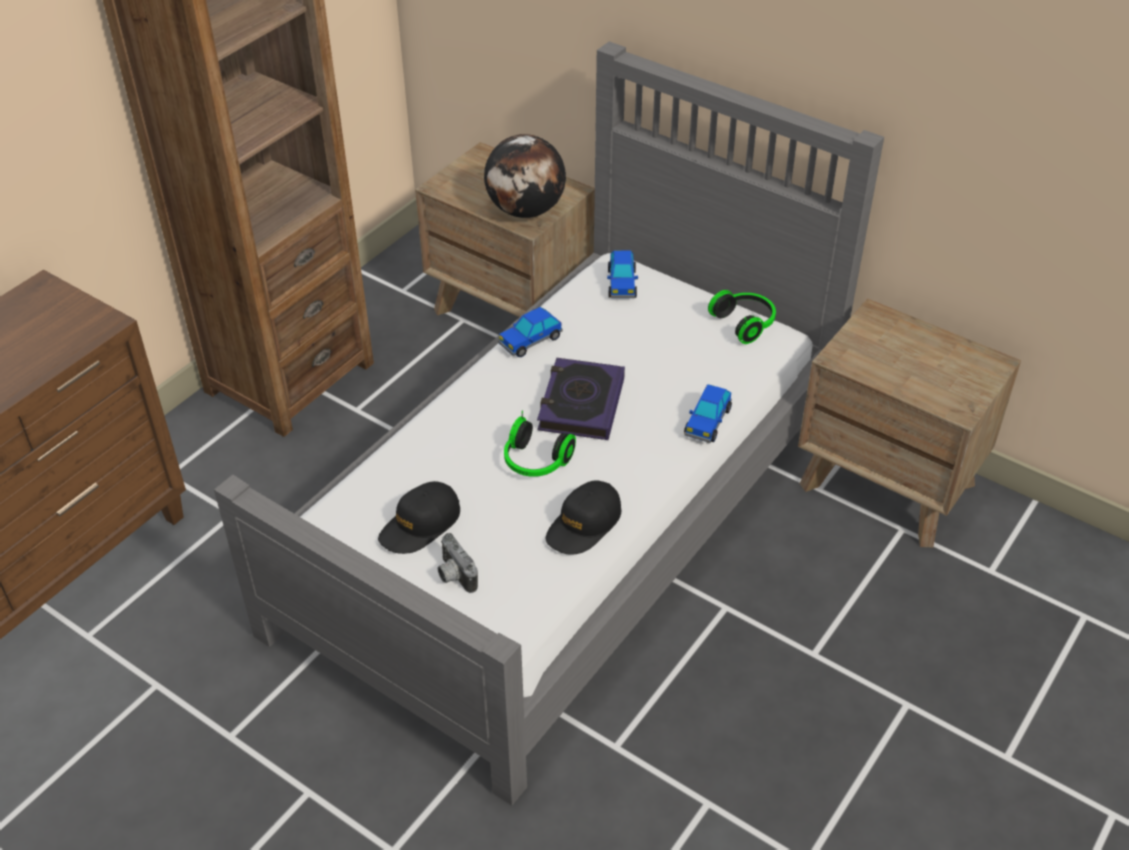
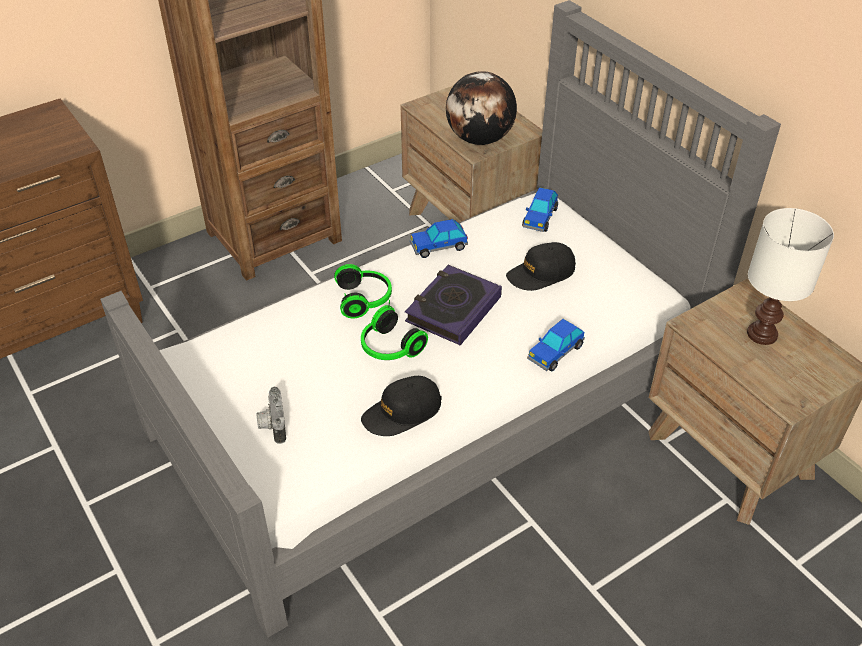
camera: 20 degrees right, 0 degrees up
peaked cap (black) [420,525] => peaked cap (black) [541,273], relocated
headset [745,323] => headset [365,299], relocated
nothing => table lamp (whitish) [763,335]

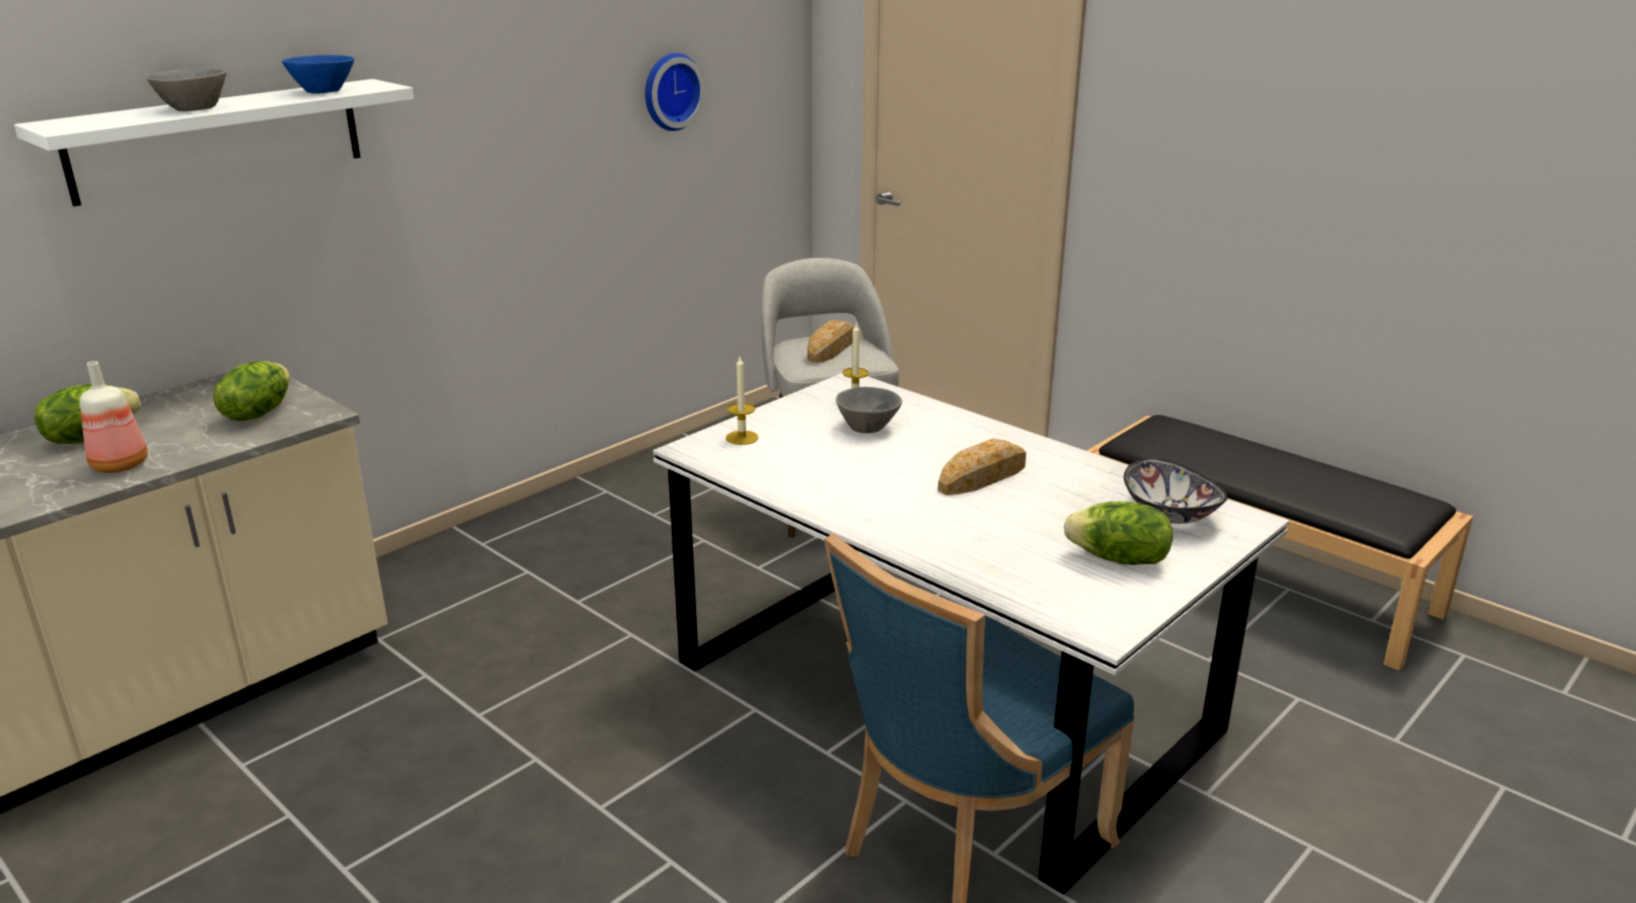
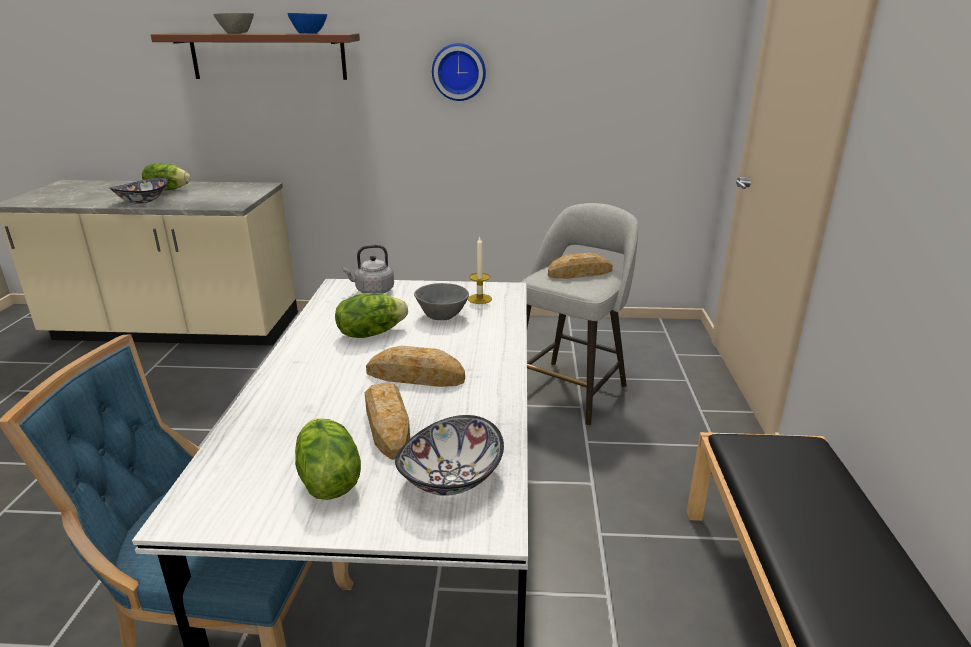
camera: 50 degrees right, 0 degrees up
bracket shelf (whitish) [218,140] => bracket shelf (brown) [268,56]
beverage bottle [119,465] => bowl [143,201]
lettuce head [257,413] => lettuce head [370,333], relocated
wall clock [670,91] => wall clock [459,72], relocated
candle [742,438] => tea kettle (gray) [372,291]
nothing => bread [387,425]

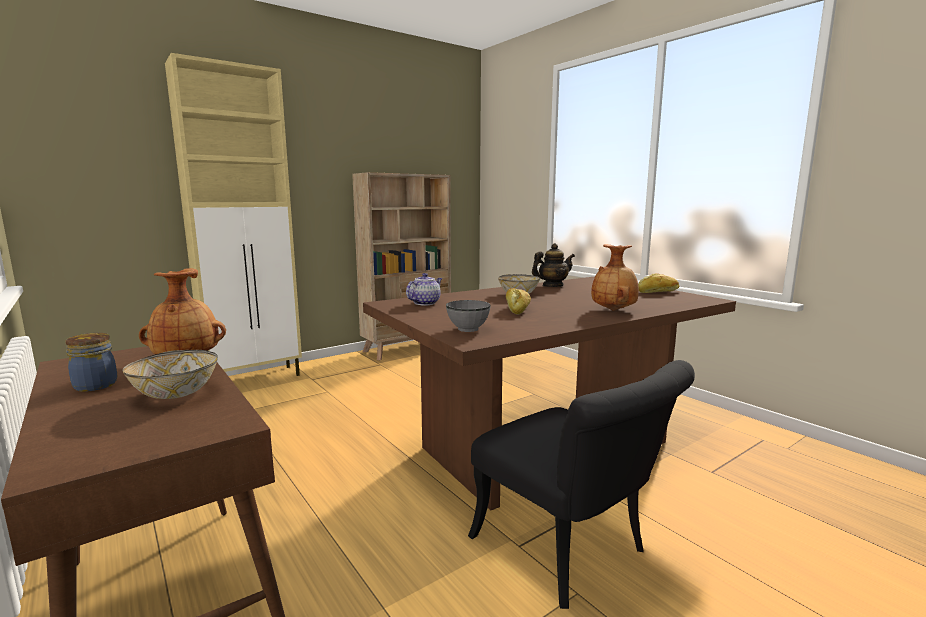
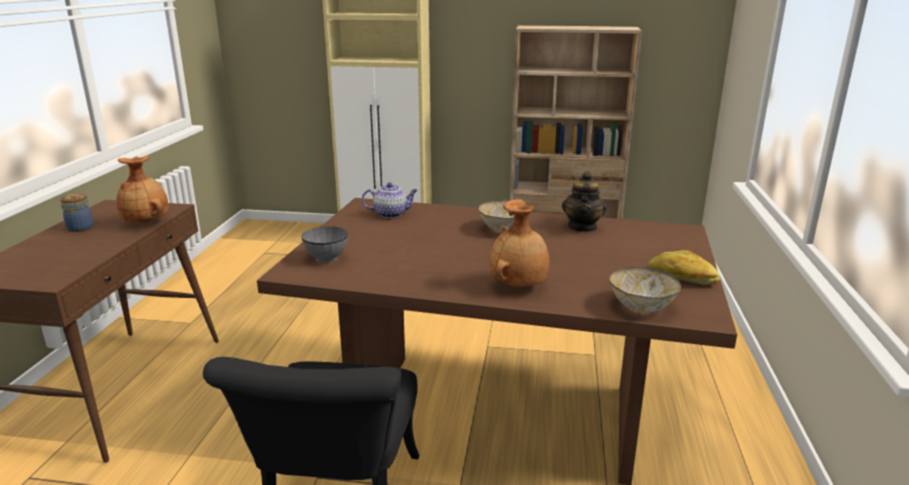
camera: 45 degrees right, 10 degrees up
bowl [177,393] => bowl [642,306], relocated
bread [518,309] => nothing
teapot [552,286] => teapot [582,227], 75 degrees clockwise

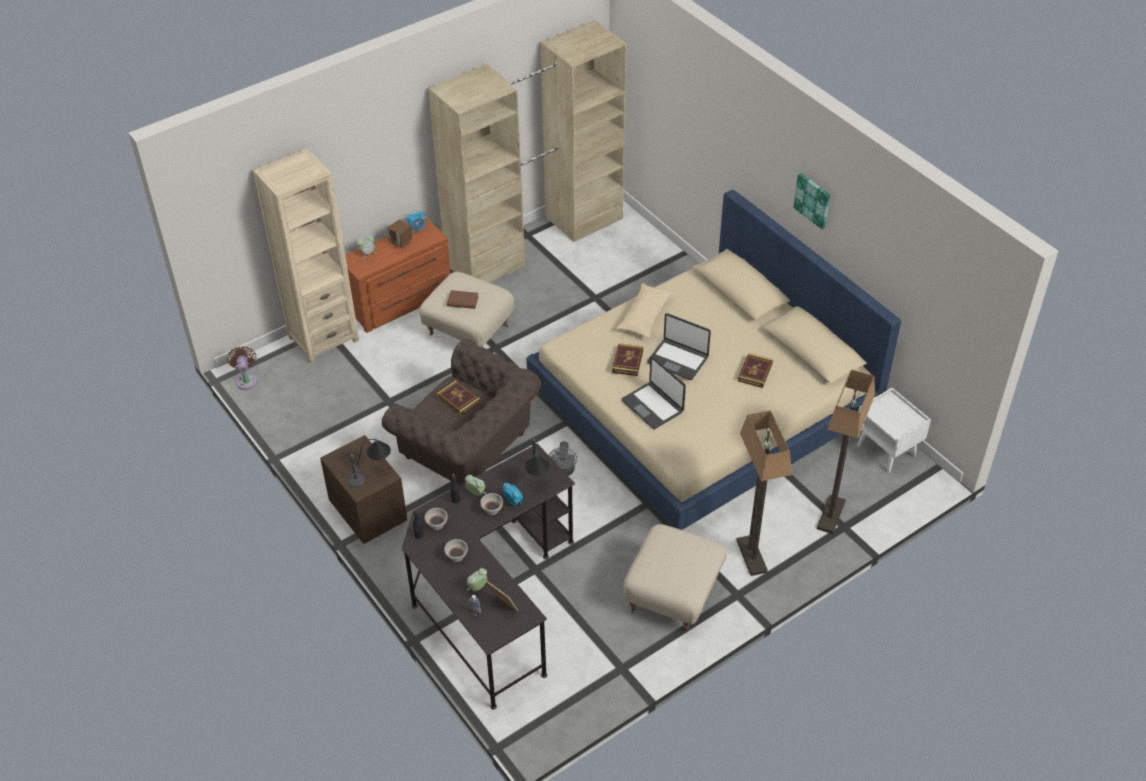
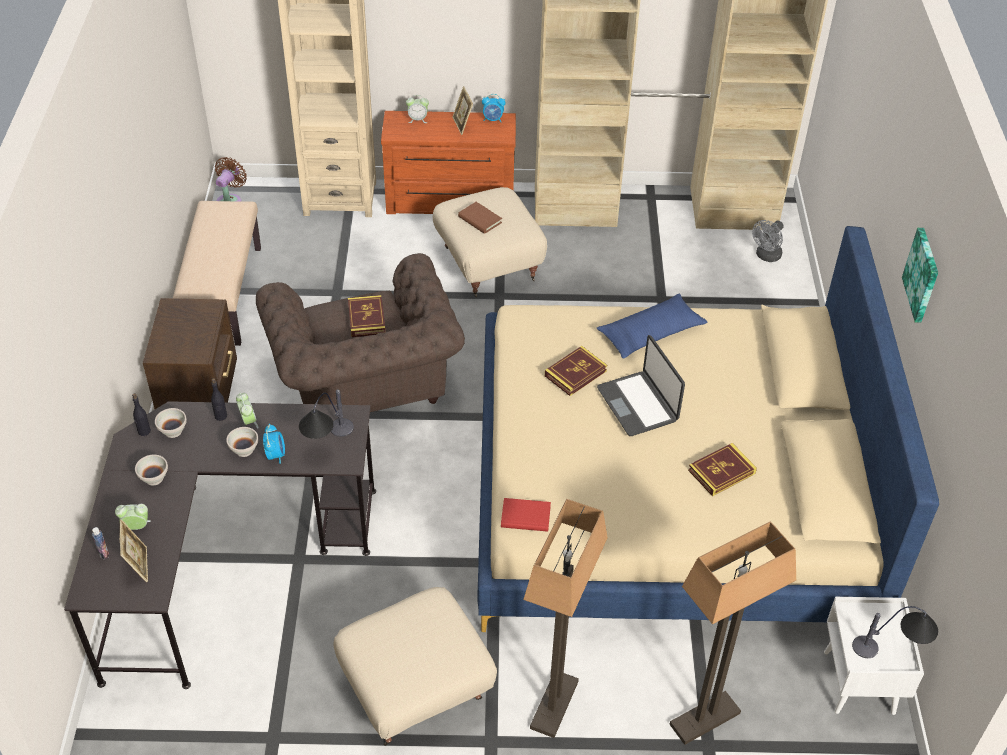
camera: 35 degrees right, 0 degrees up
table lamp [372,474] => table lamp [892,650], relocated
loudspeaker (brown) [401,242] => photo frame [462,125]
electric fan (gray) [563,471] => electric fan (gray) [766,256], relocated
cushion (sand-coloured) [644,316] => cushion (blue-coloured) [650,334]
portable computer [653,406] => nothing
nothing => bench (sand-coloured) [223,294]
nothing => volume (red-coloured) [525,517]

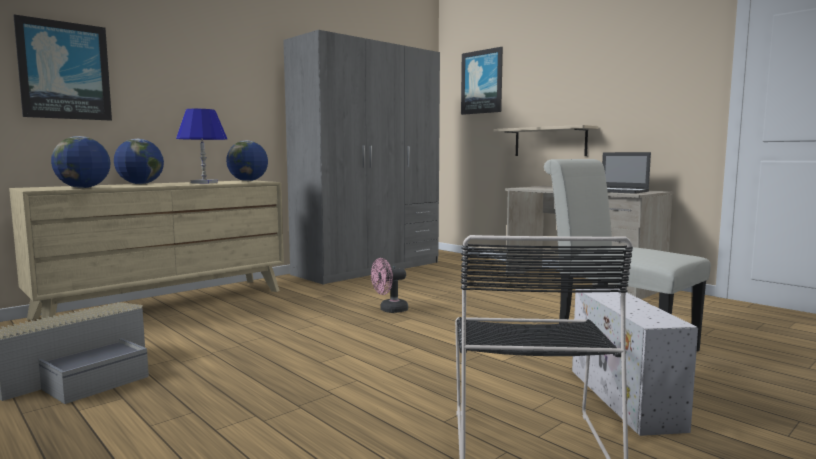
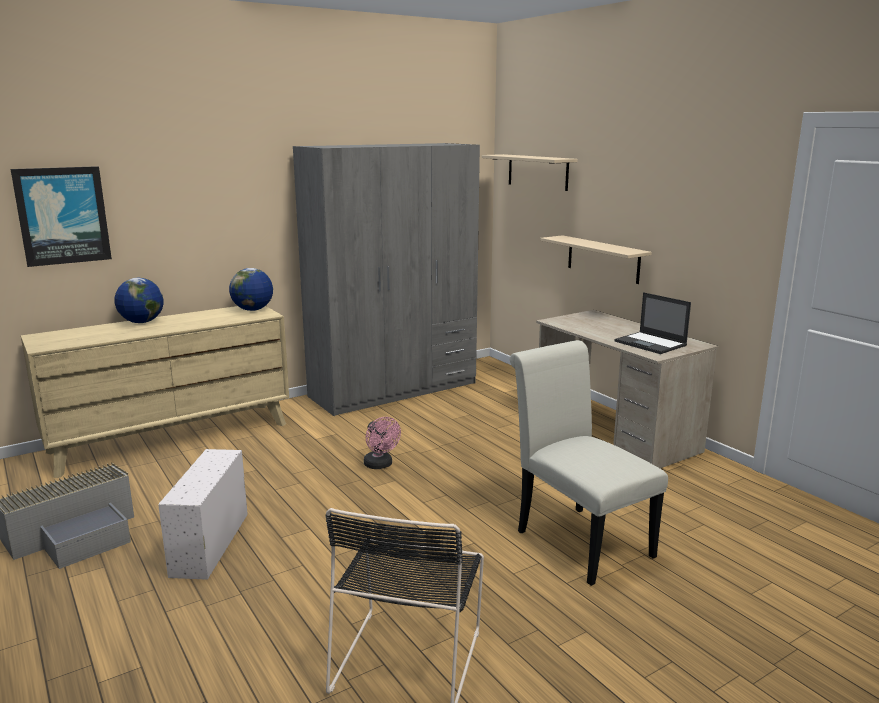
camera: 10 degrees right, 10 degrees up
desk globe [83,188] => nothing
table lamp (blue-coloured) [204,182] => nothing
electric fan (pinkish) [389,310] => electric fan (pinkish) [380,465], 105 degrees counterclockwise
picture [482,82] => bracket shelf (sand-coloured) [537,172]
storage bin (whitish) [625,399] => storage bin (whitish) [210,545], relocated

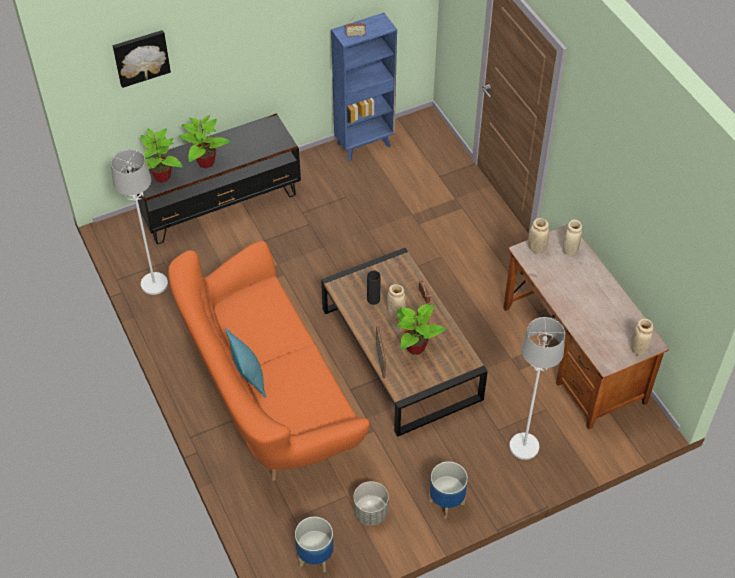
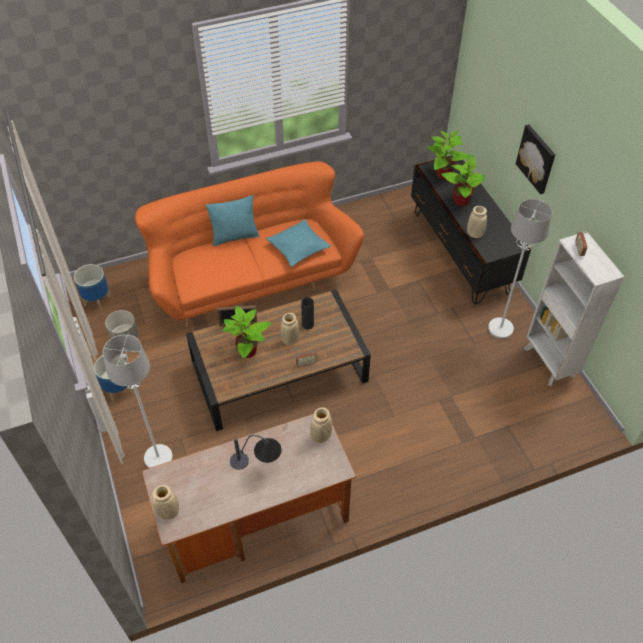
camera: 95 degrees right, 0 degrees up
standing lamp (whitish) [154,284] => standing lamp (whitish) [501,328], relocated
picture [141,57] => picture [537,158], relocated
bookshelf (blue-coloured) [365,144] => bookshelf (whitish) [549,363]
decorative vase (sand-coloured) [570,250] => decorative vase (sand-coloured) [474,234], relocated
nothing => table lamp [258,464]
nothing => cushion (turquoise-coloured) [298,247]

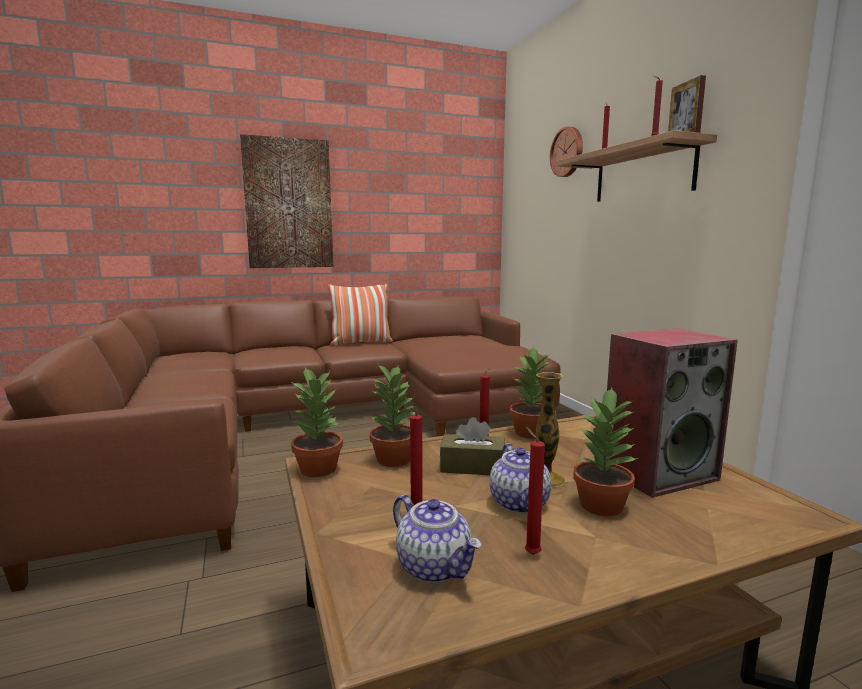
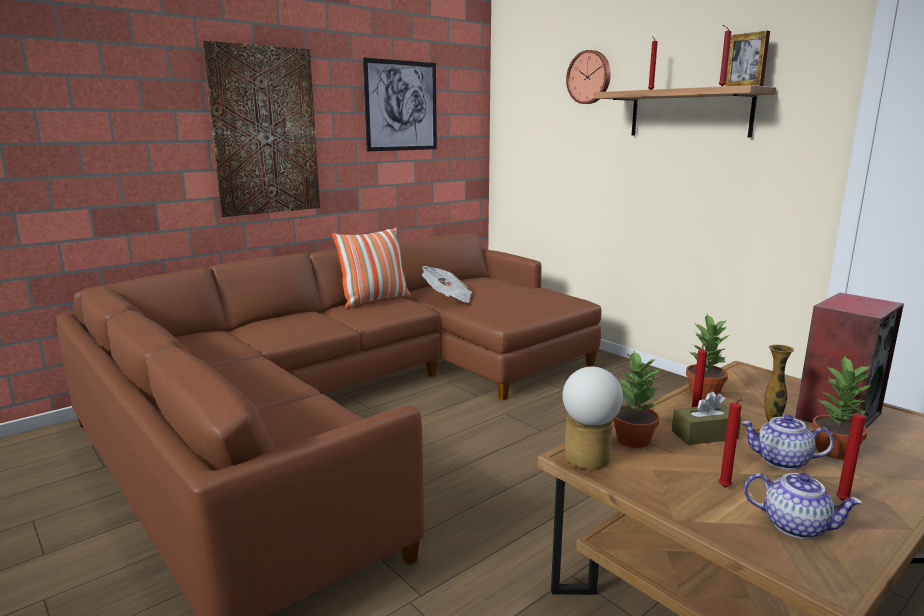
camera: 20 degrees left, 5 degrees up
houseplant [319,468] => table lamp [587,461]
teapot [520,503] => teapot [781,461], 135 degrees clockwise
nothing => picture [401,106]
nothing => newspaper [448,298]

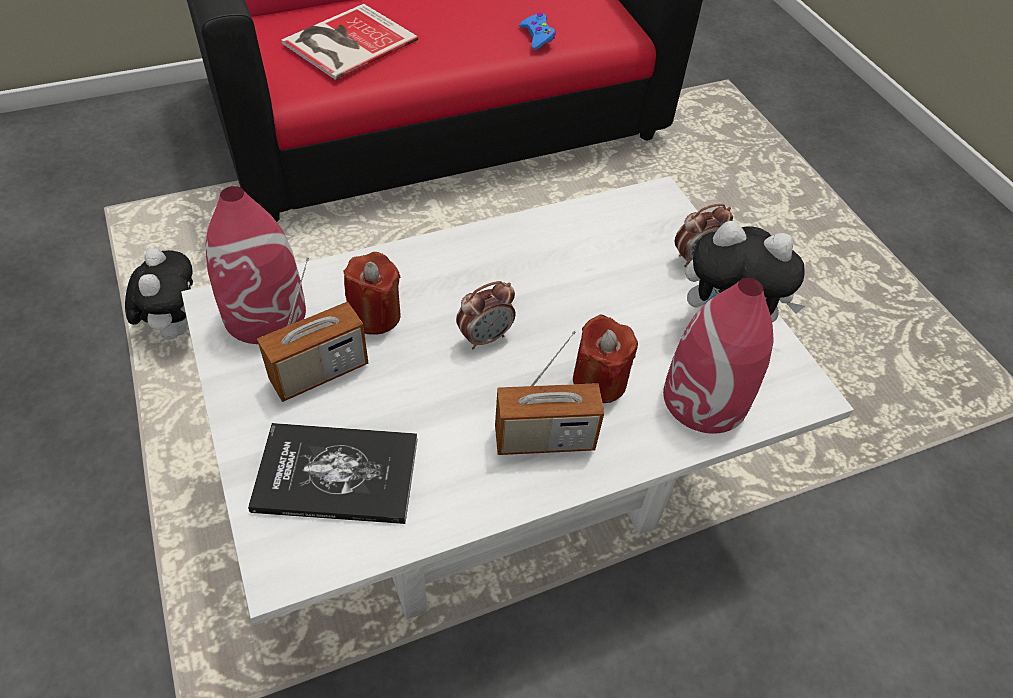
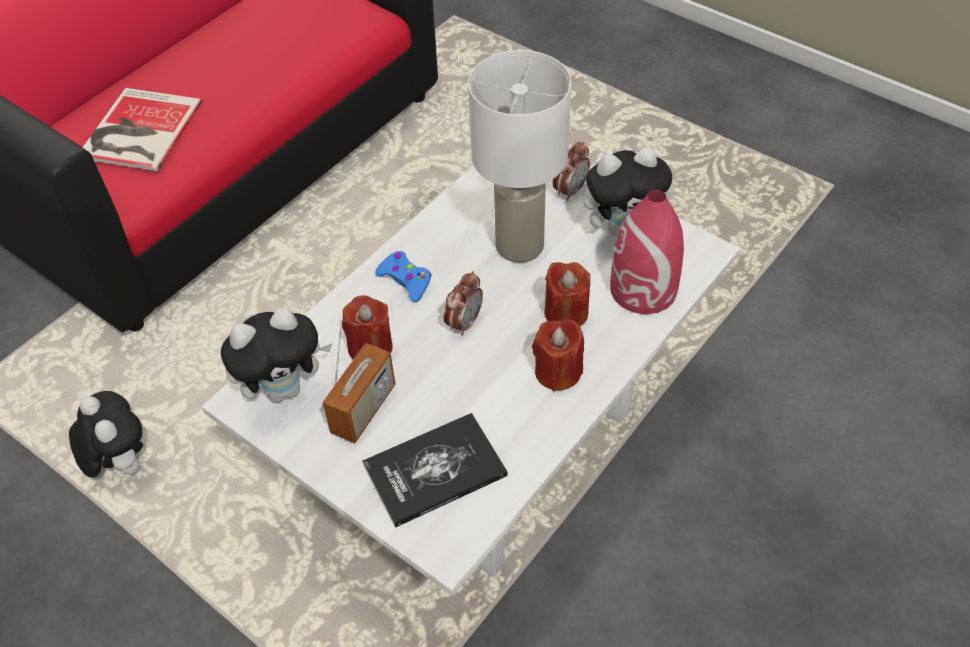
camera: 25 degrees left, 0 degrees up
decorative vase (red-coloured) [266,313] => soft toy [285,388]
radio set [544,439] => candle (red-coloured) [558,372]
joypad (blue-coloured) [537,36] => joypad (blue-coloured) [405,280], relocated
nothing => table lamp (whitish) [520,247]

